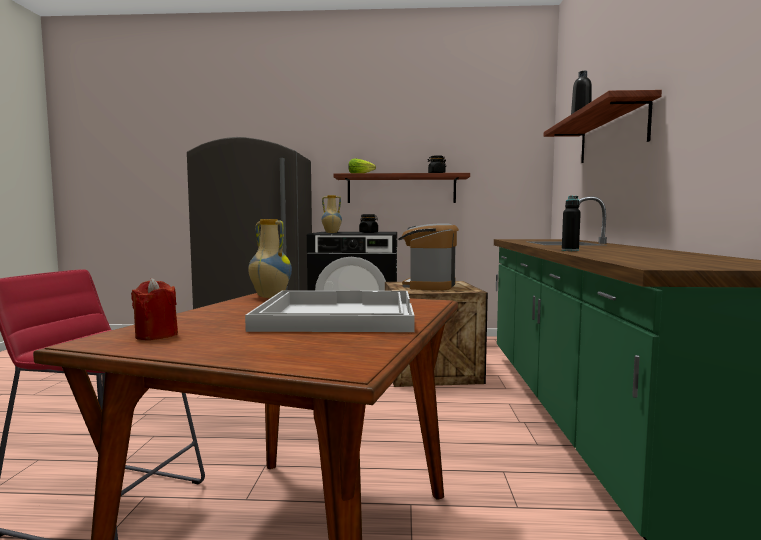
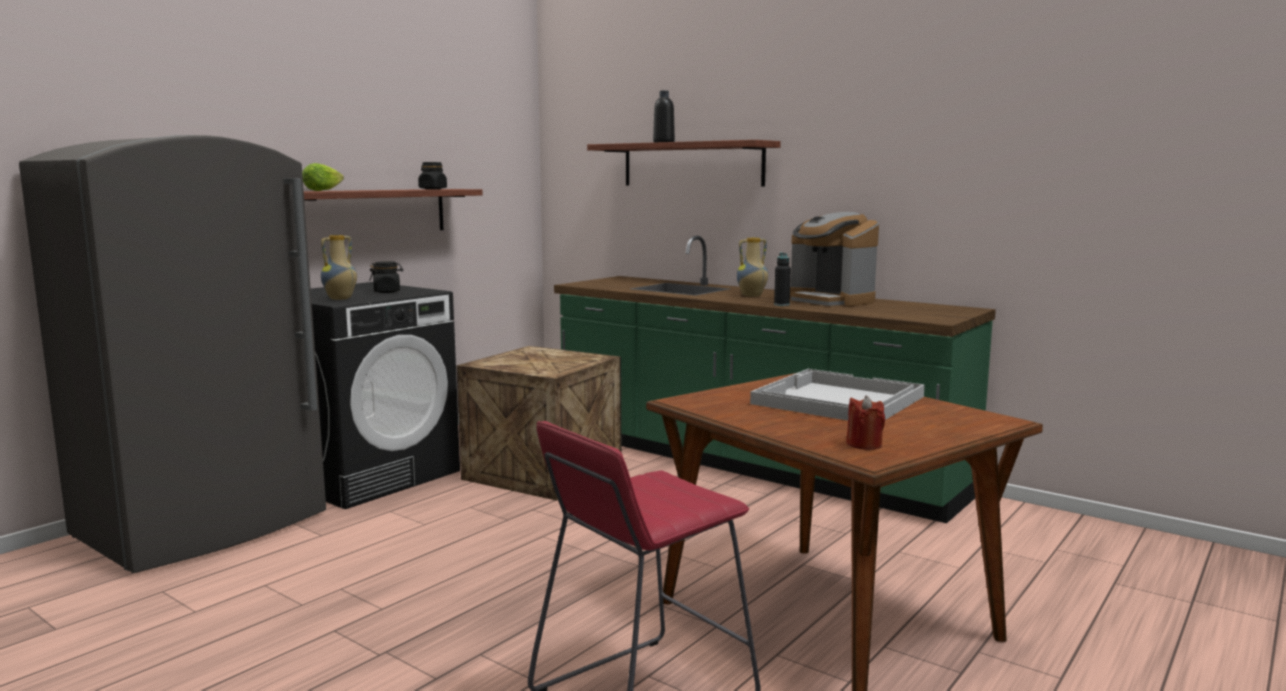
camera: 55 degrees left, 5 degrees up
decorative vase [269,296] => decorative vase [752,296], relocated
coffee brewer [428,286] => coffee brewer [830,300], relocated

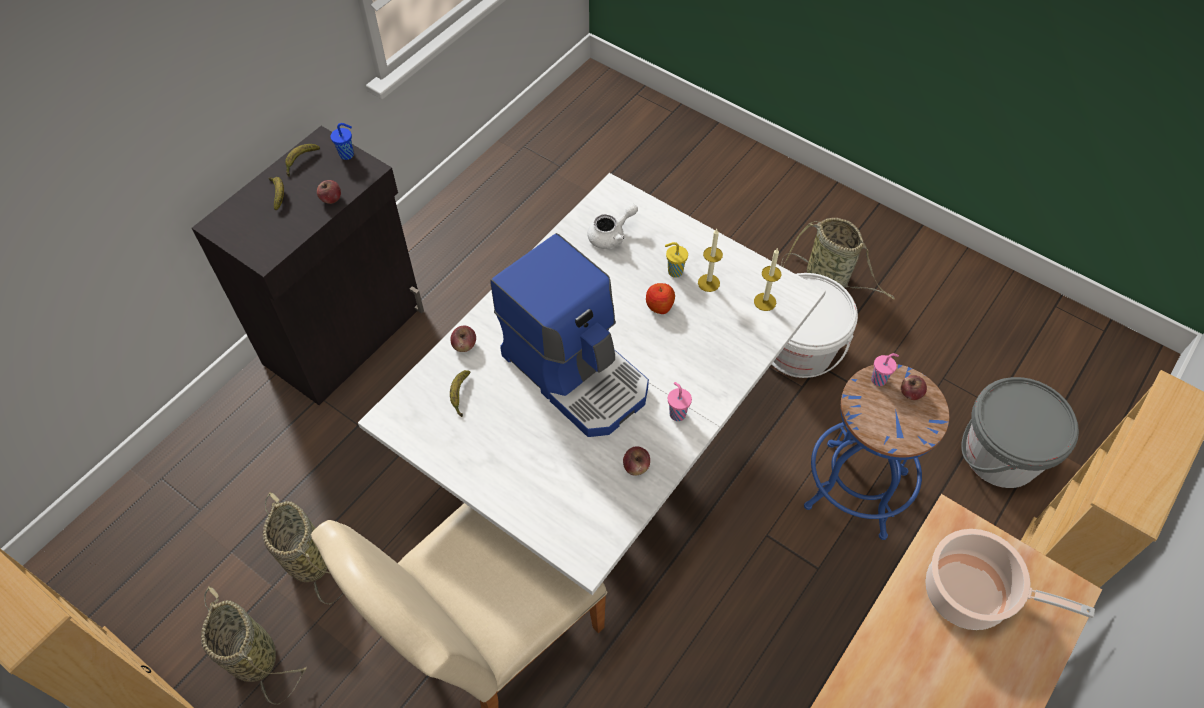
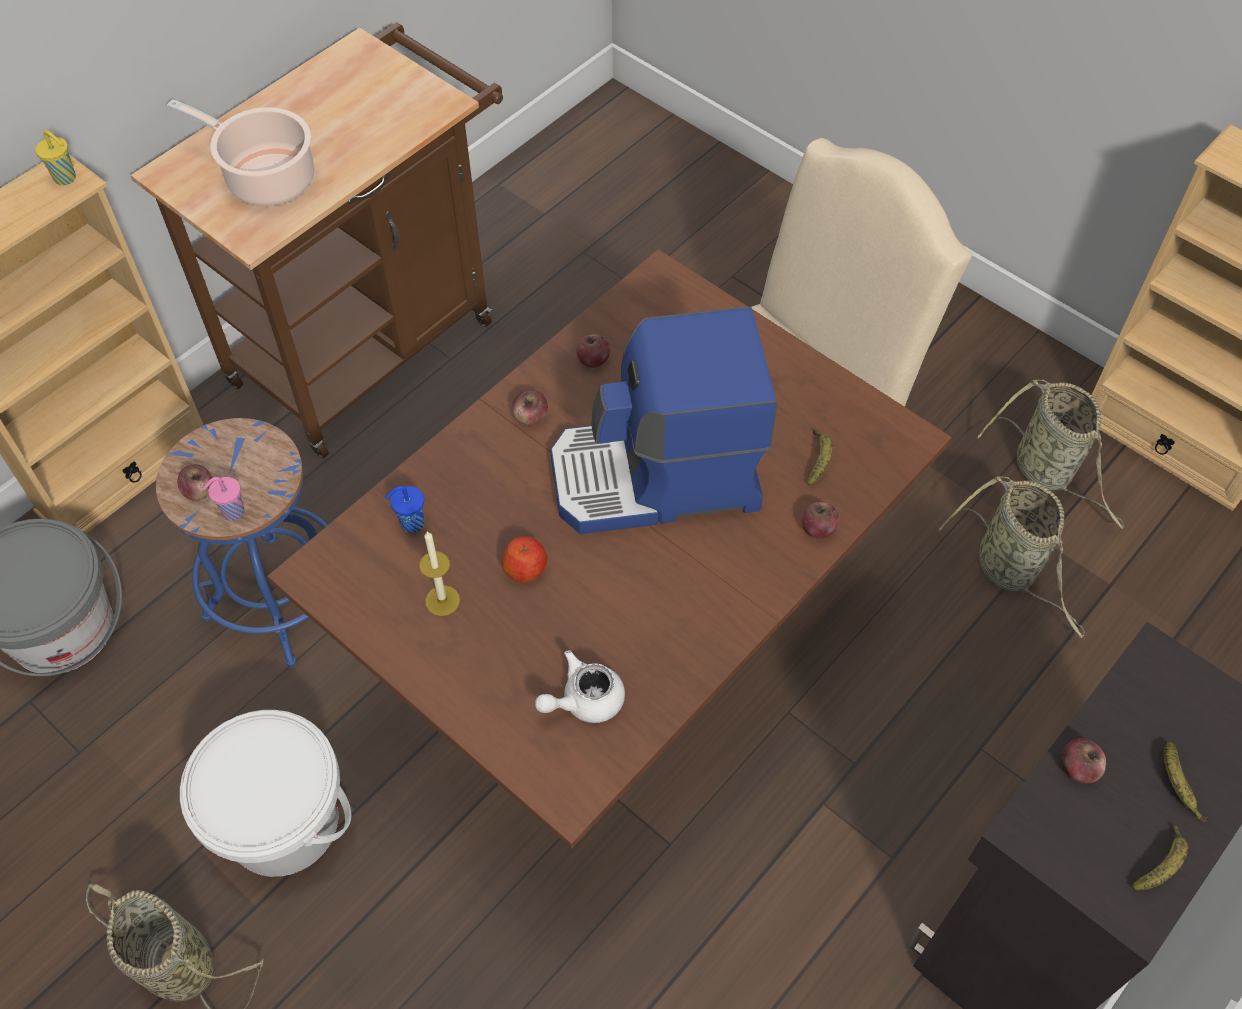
camera: 175 degrees left, 0 degrees up
drinking cup (blue-coloured) [347,154] => drinking cup (blue-coloured) [411,524], relocated
dinner table (whitish) [601,464] => dinner table (brown) [621,660]
coffee brewer [577,372] => coffee brewer [657,479], 60 degrees counterclockwise
drinking cup (yellow) [674,271] => drinking cup (yellow) [66,179], relocated
drinking cup (pinkish) [677,413] => apple fruit [530,417]
candle [765,301] => nothing

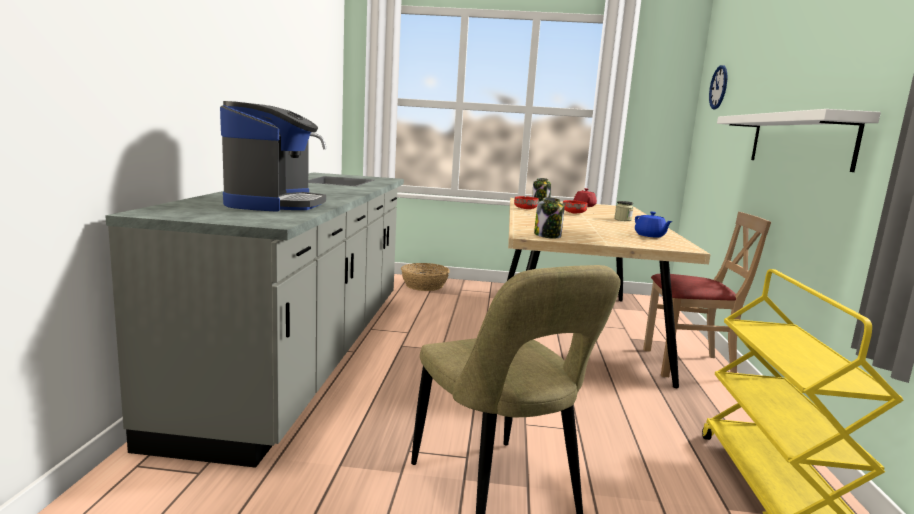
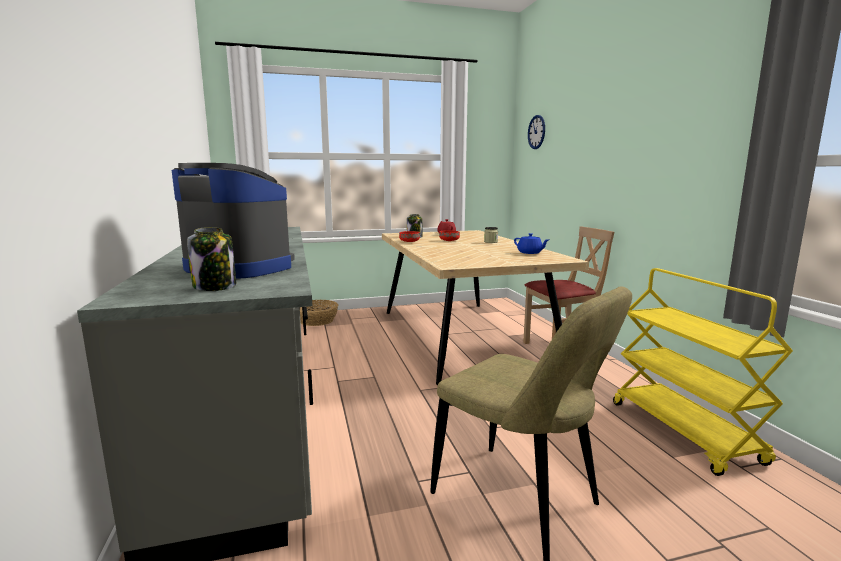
camera: 20 degrees left, 0 degrees up
coffee brewer [274,204] => coffee brewer [240,268], 45 degrees counterclockwise
storage jar [548,236] => storage jar [215,286], relocated
bracket shelf (whitish) [799,140] => nothing

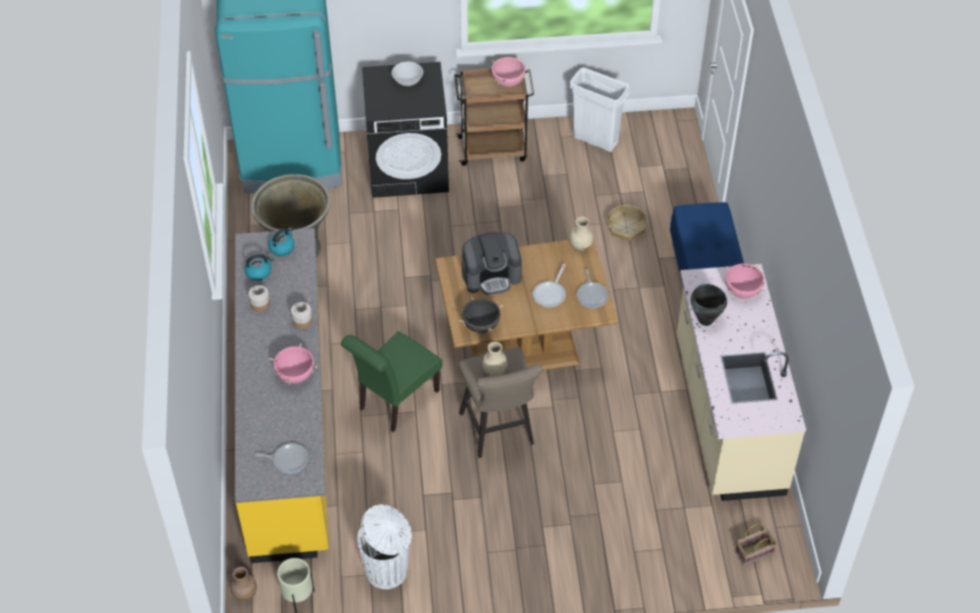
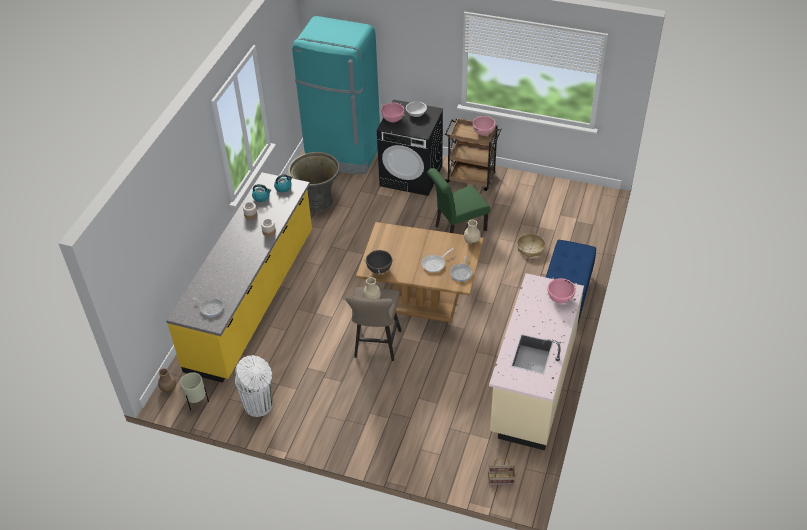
camera: 25 degrees right, 5 degrees down
saucepot (pinkish) [295,375] => saucepot (pinkish) [393,120], relocated
upright chair (greenish) [395,402] => upright chair (greenish) [457,229], relocated
coffee brewer [491,275] => nothing
trash can (whitish) [595,140] => nothing
saucepot (black) [705,320] => nothing

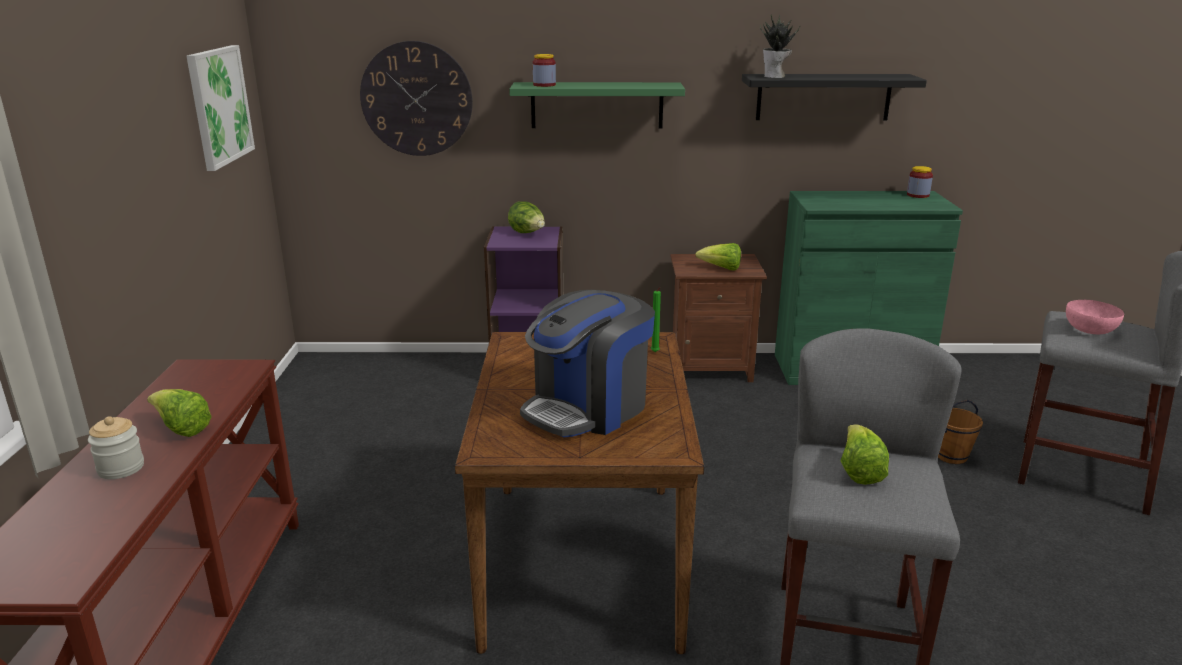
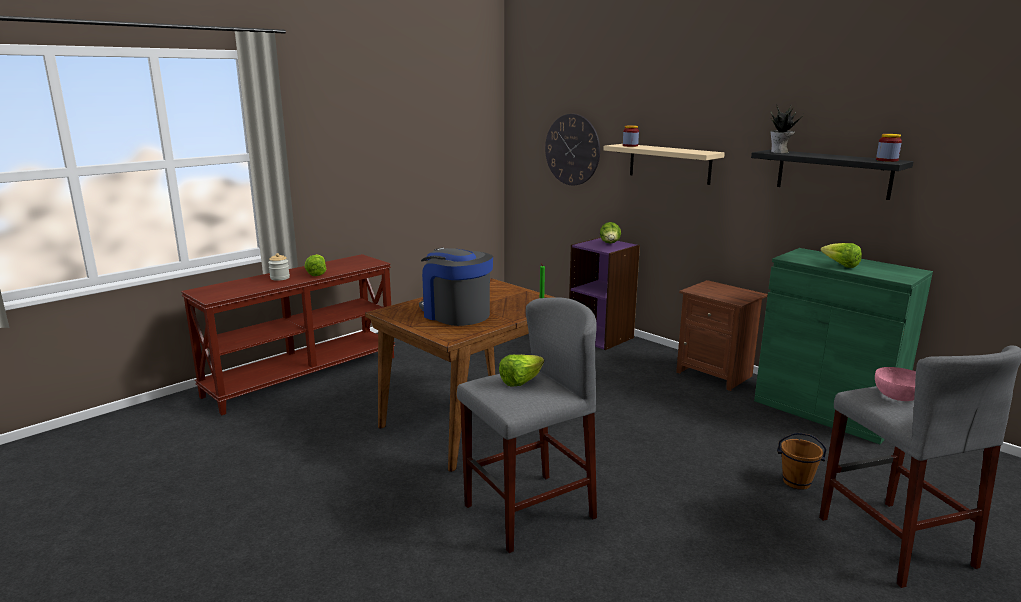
camera: 45 degrees right, 5 degrees down
picture [219,106] => nothing
bracket shelf (greenish) [597,105] => bracket shelf (sand-coloured) [669,163]
coffee brewer [588,408] => coffee brewer [455,314], 45 degrees clockwise
lettuce head [721,269] => lettuce head [840,265], relocated
storage jar [918,195] => storage jar [886,160], relocated

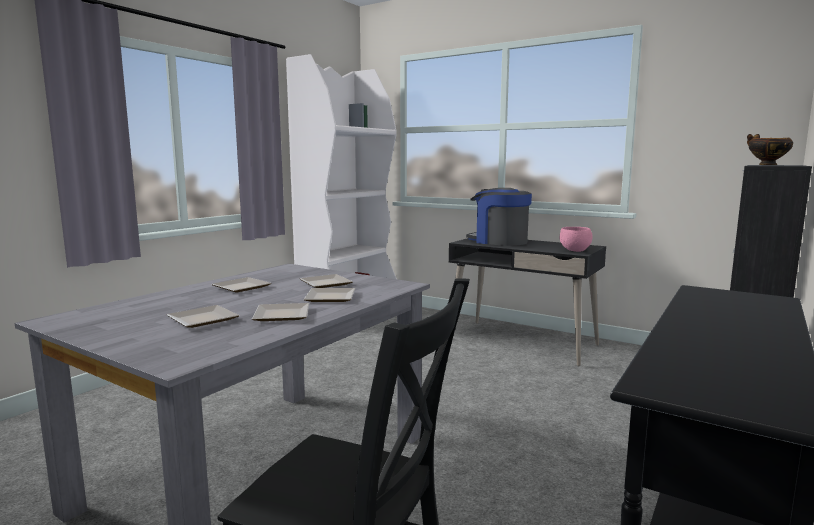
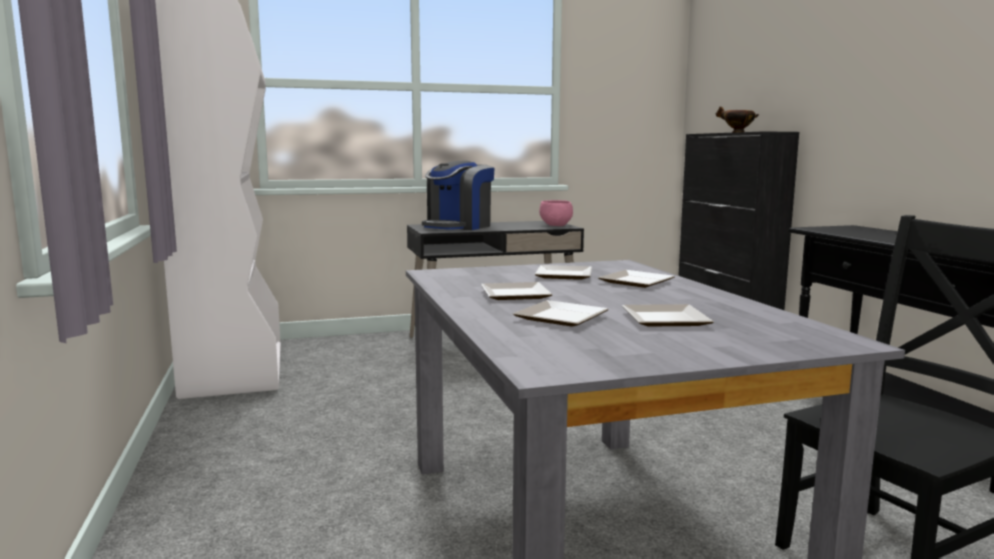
camera: 50 degrees left, 0 degrees up
flat dish [284,315] => flat dish [560,317], relocated
coffee brewer [499,241] => coffee brewer [458,226], 45 degrees counterclockwise

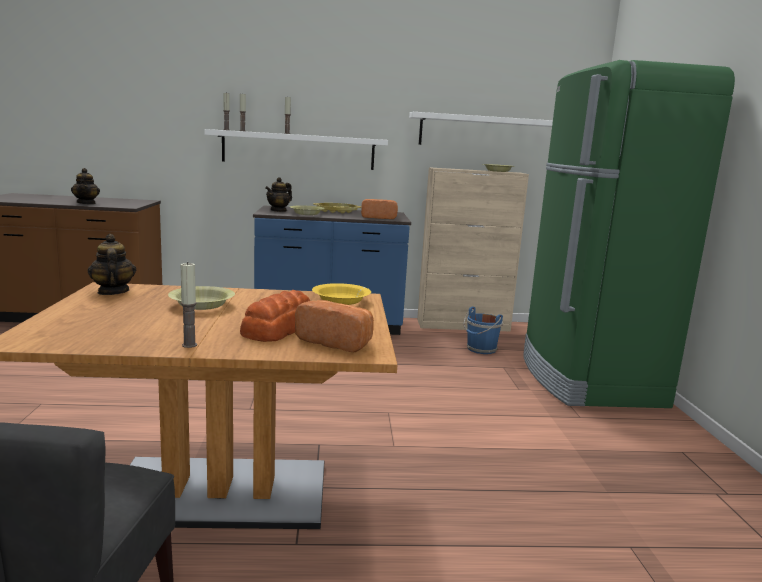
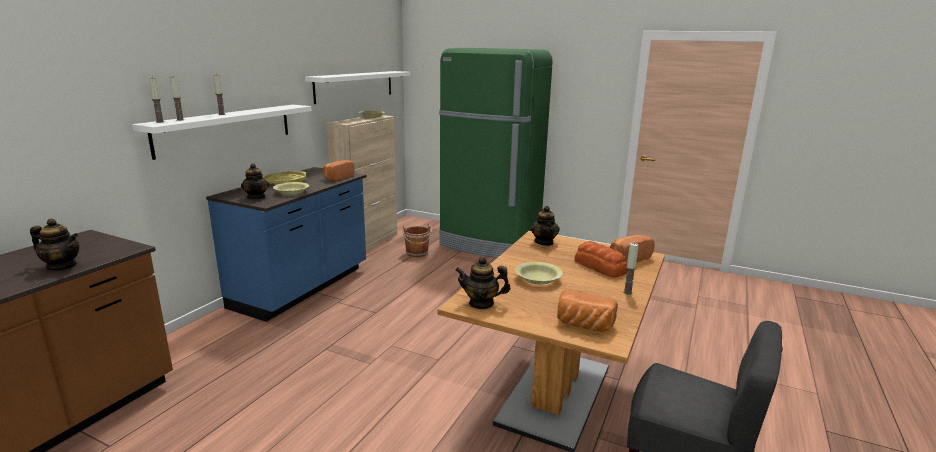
camera: 60 degrees left, 5 degrees up
bowl (yellow) [341,301] => teapot [544,242]
water bucket (blue-coloured) [481,349] => water bucket (brown) [417,253]
nothing => bread [583,325]

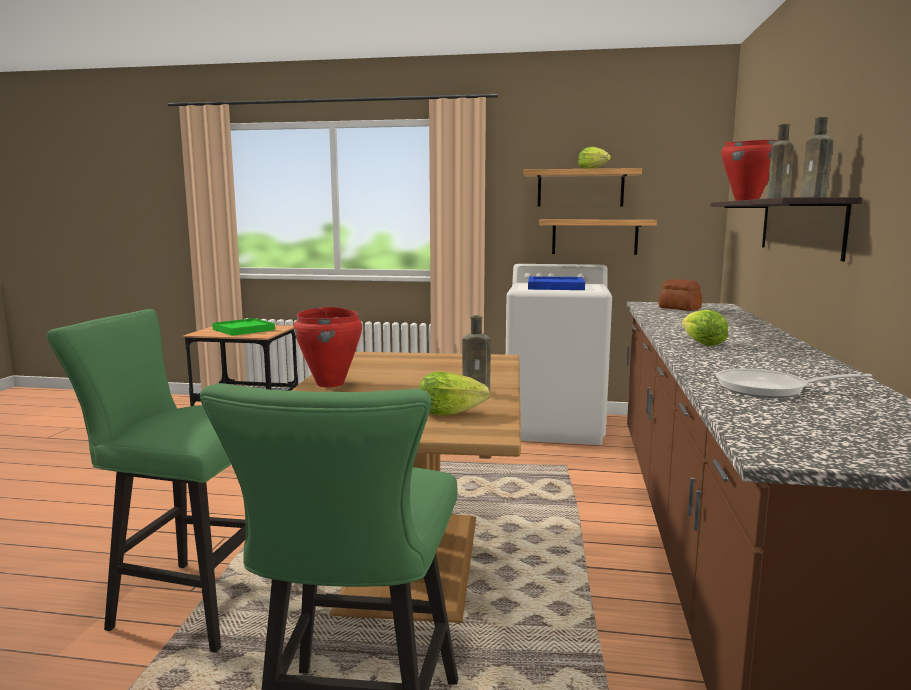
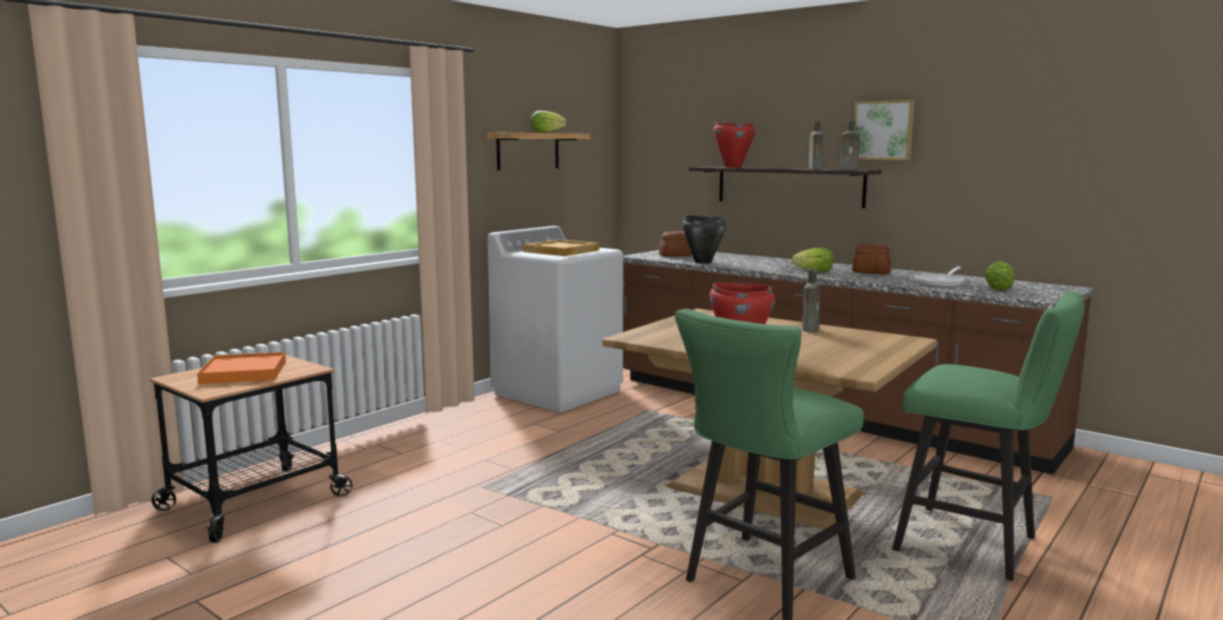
camera: 60 degrees left, 0 degrees up
carrying tray (greenish) [243,330] => carrying tray (orange) [244,372]
lettuce head [449,413] => lettuce head [998,288], relocated
carrying tray (blue-coloured) [555,286] => carrying tray (sand-coloured) [561,251]
bracket shelf [594,237] => nothing
nothing => saucepot (black) [702,262]
nothing => bread [870,272]
nothing => picture [883,130]

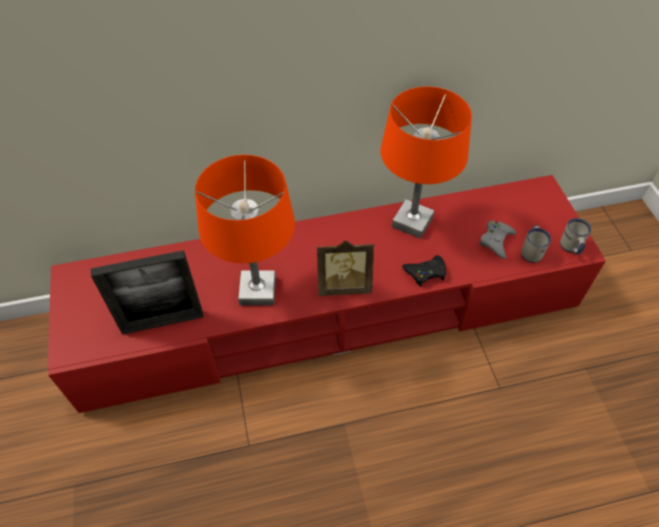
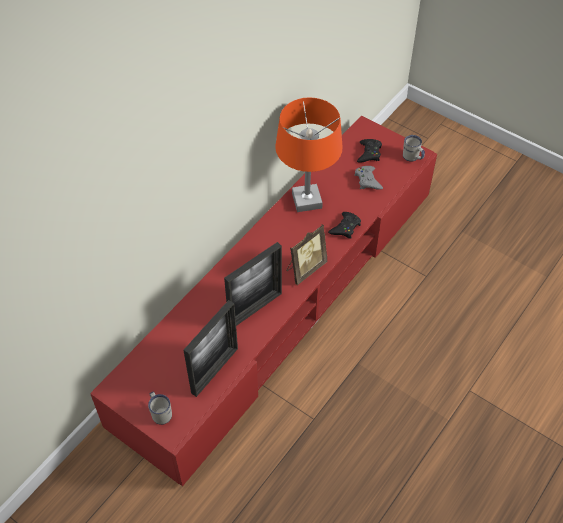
camera: 40 degrees left, 0 degrees up
table lamp (orange) [258,291] => photo frame [255,308]
mug (whitish) [531,251] => mug (whitish) [160,412], relocated
nothing => joypad (black) [369,153]

